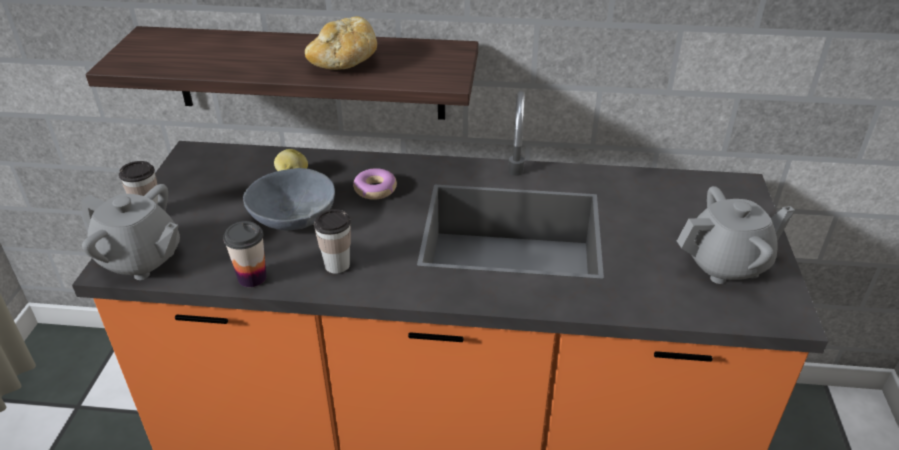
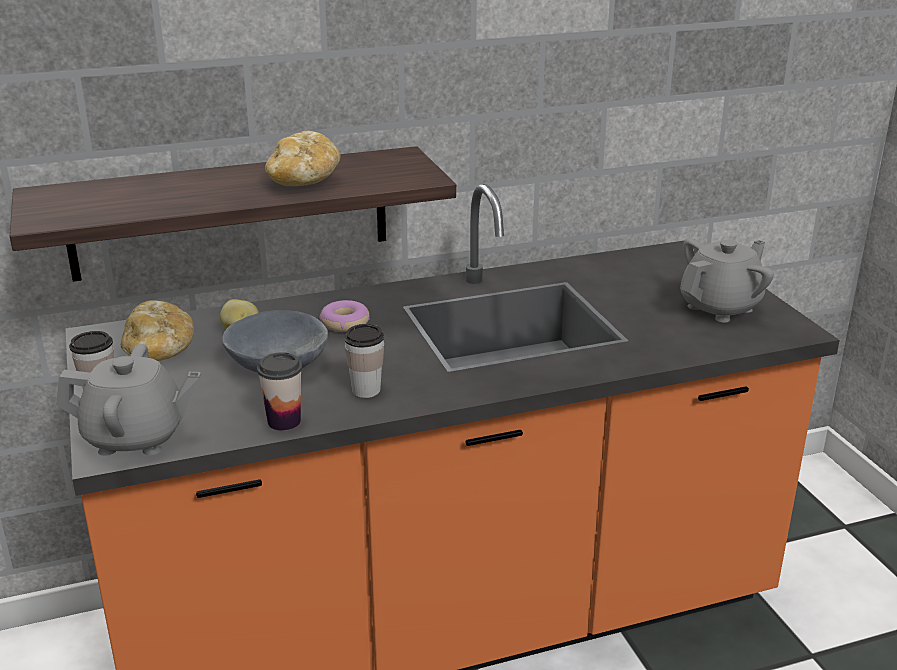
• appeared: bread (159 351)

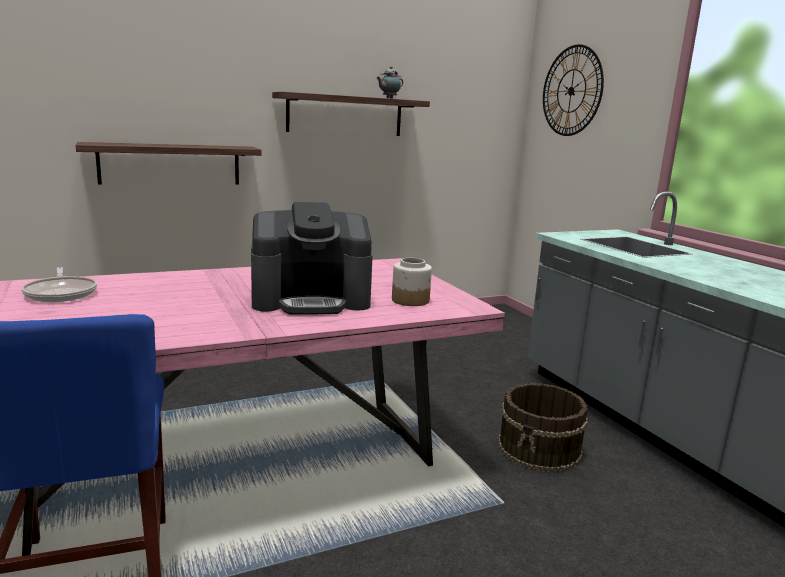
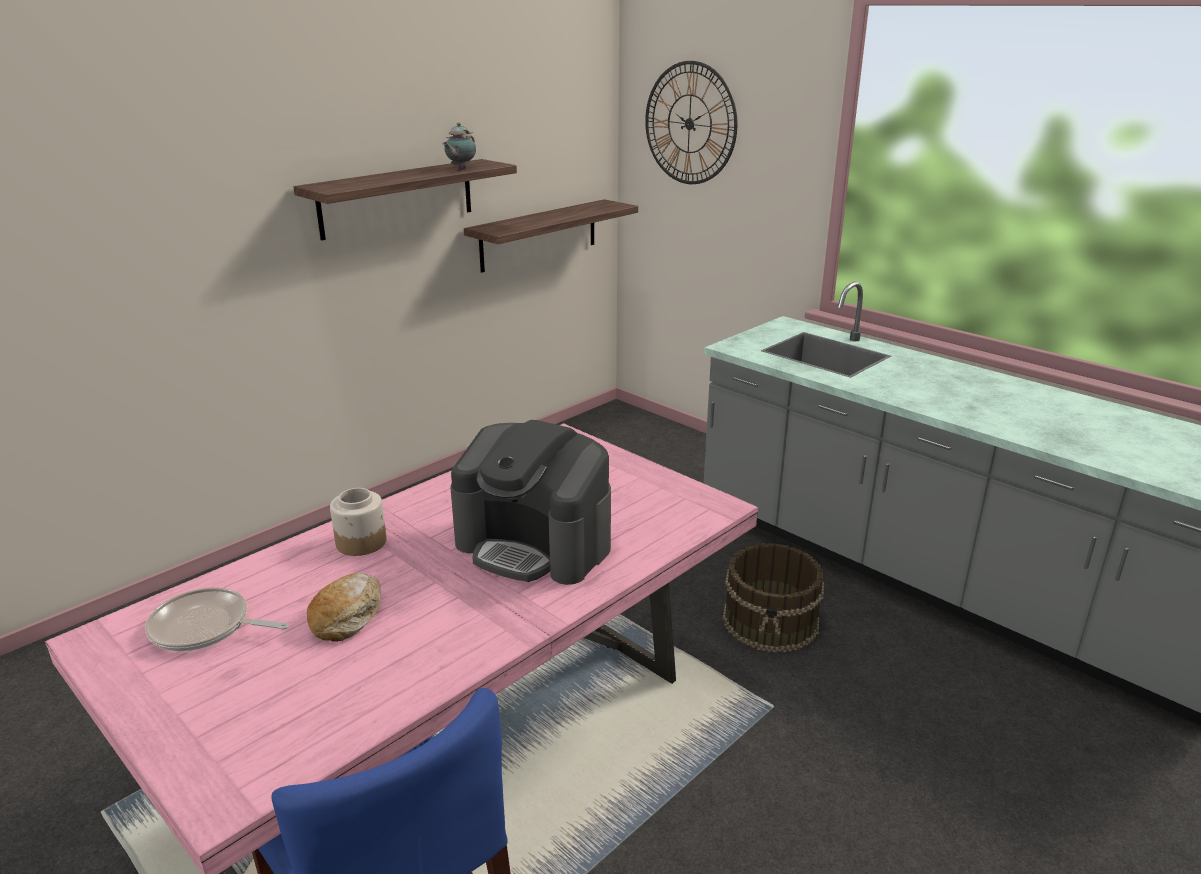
• relocated: shelf (170 164) to (539 235)
• spun: coffee machine (311 299) = (535 545) 60 degrees clockwise
• relocated: jar (411 300) to (362 542)
• spun: frying pan (61 293) = (205 628) 150 degrees clockwise
• appeared: bread (347 616)

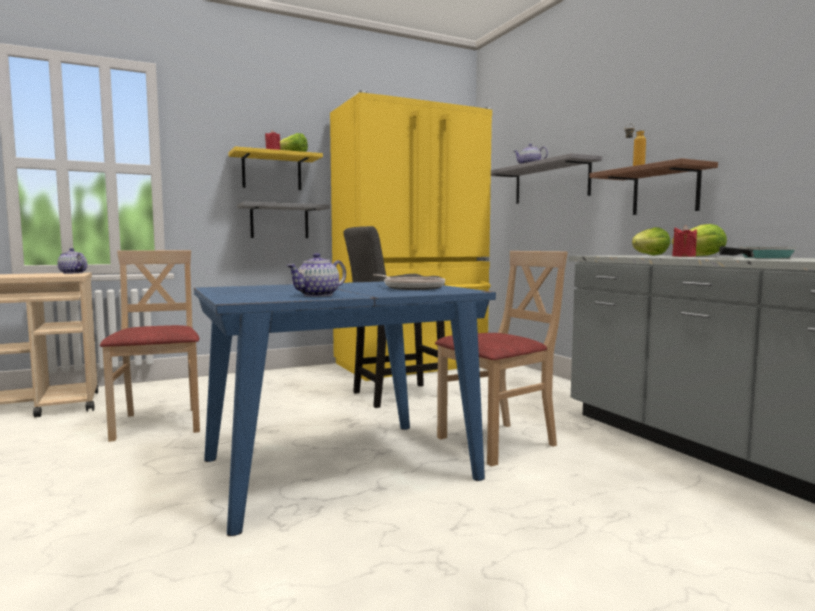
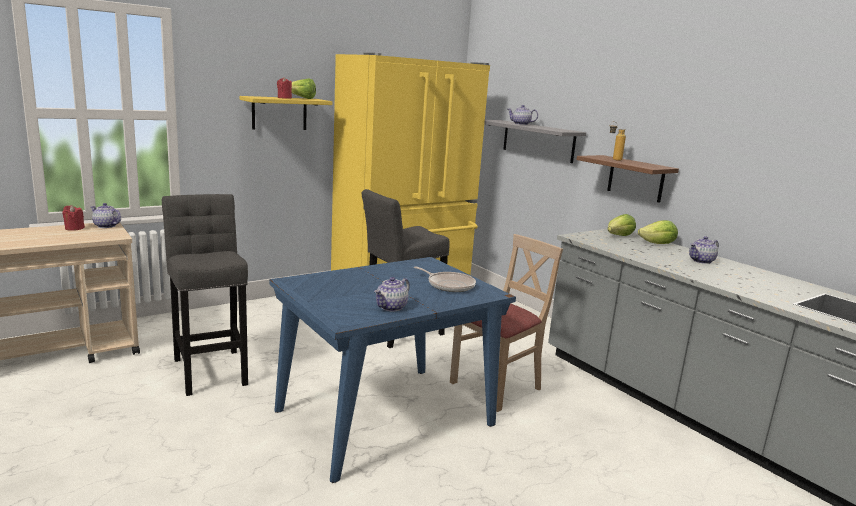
• missing: grey shelf (279 221)
• relocated: red candle (683 256) to (74 228)
• exchanged: frying pan (763 257) to teapot (701 261)
• exchanged: beige chair (159 423) to grey stool (211 369)

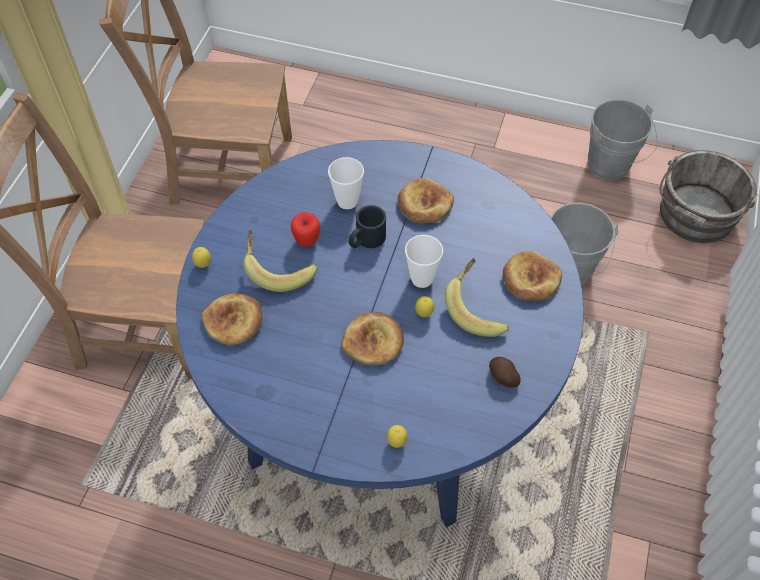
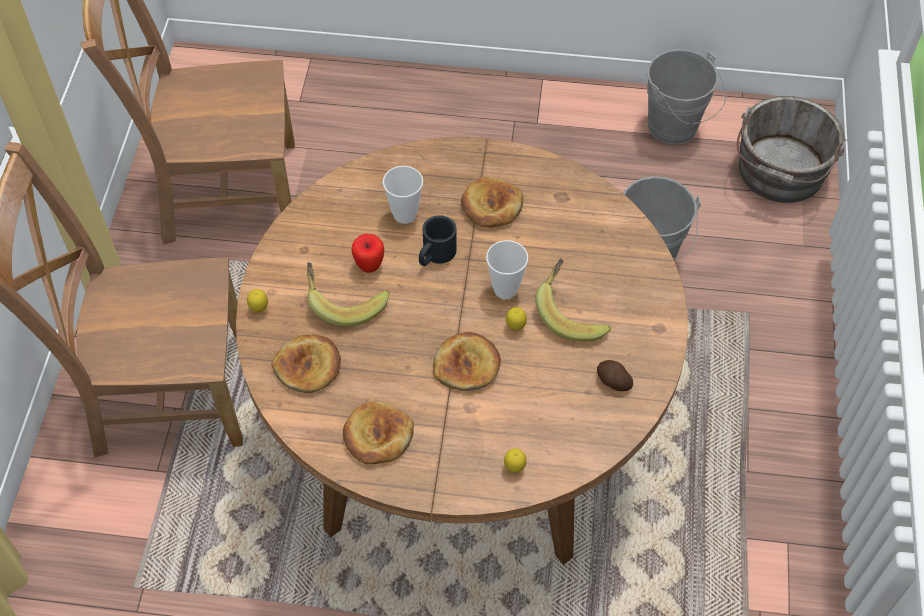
• colour: blue dining table (379 403) to brown dining table (461 440)
• relocated: bread (530 279) to (377 436)

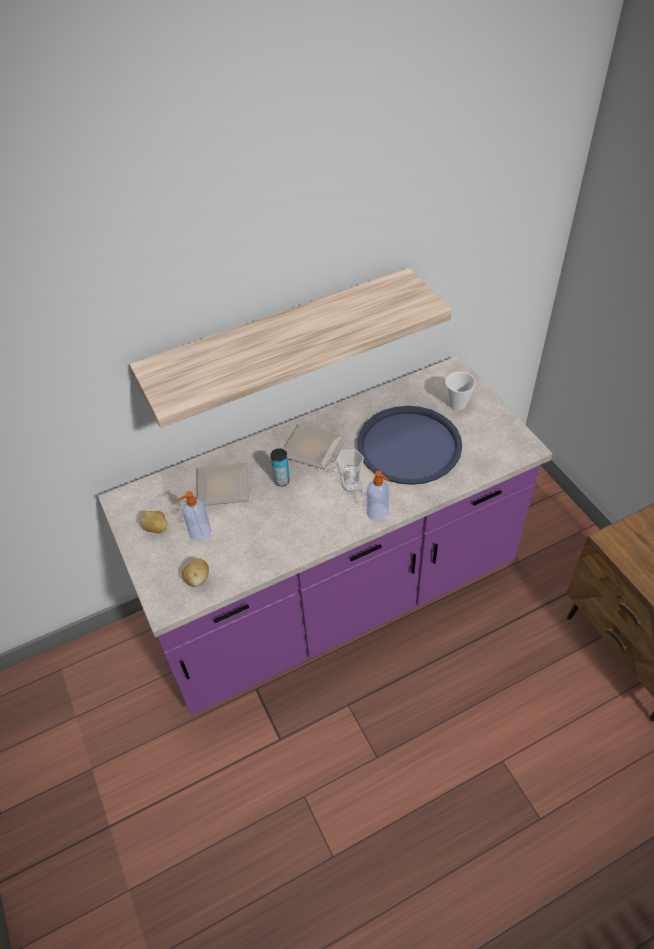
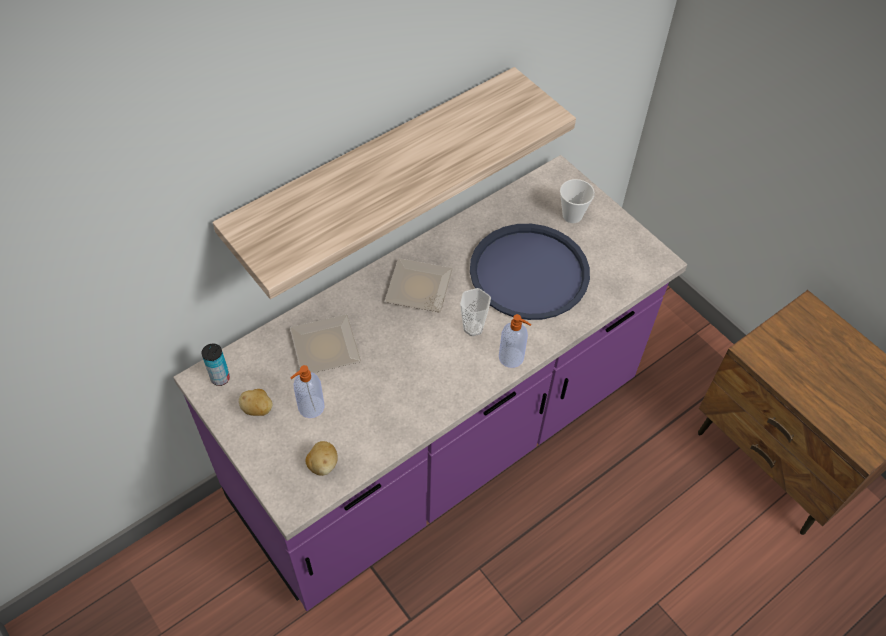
• relocated: can (282 481) to (220 378)

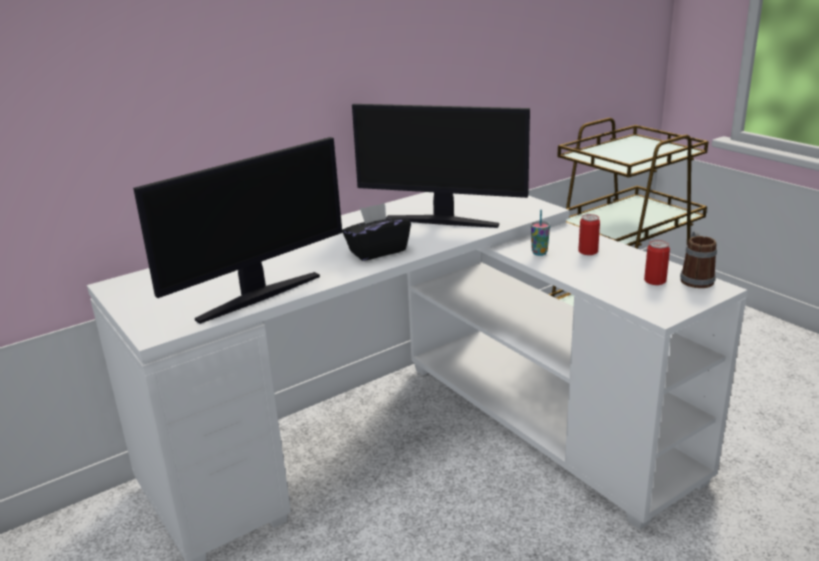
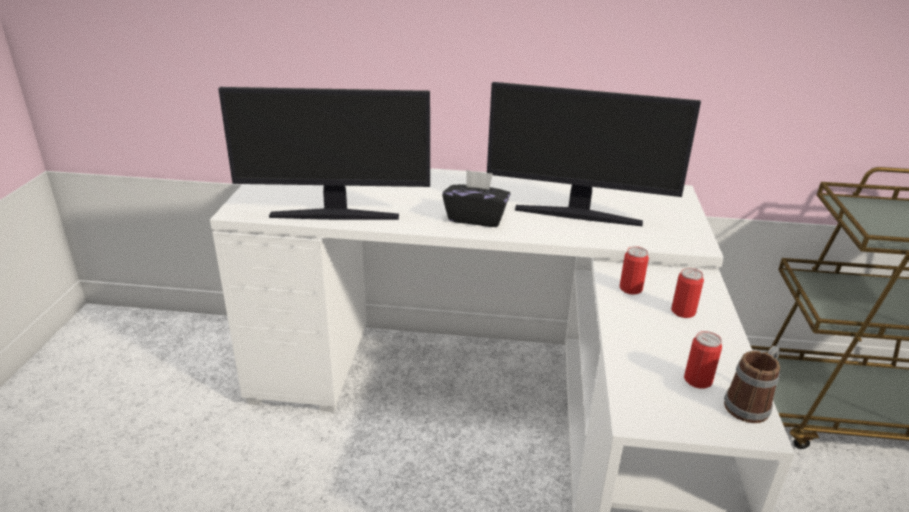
• spun: monitor (442 221) = (578 214) 45 degrees counterclockwise
• exchanged: cup (539 253) to can (630 288)

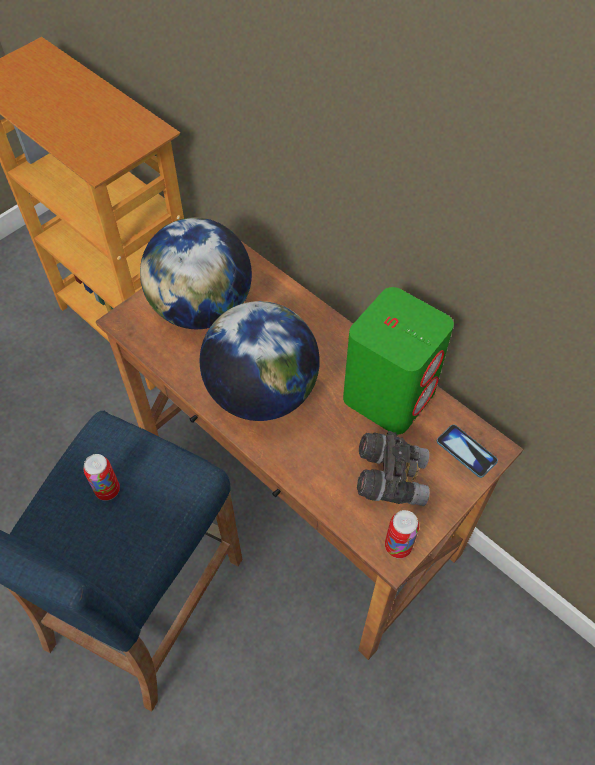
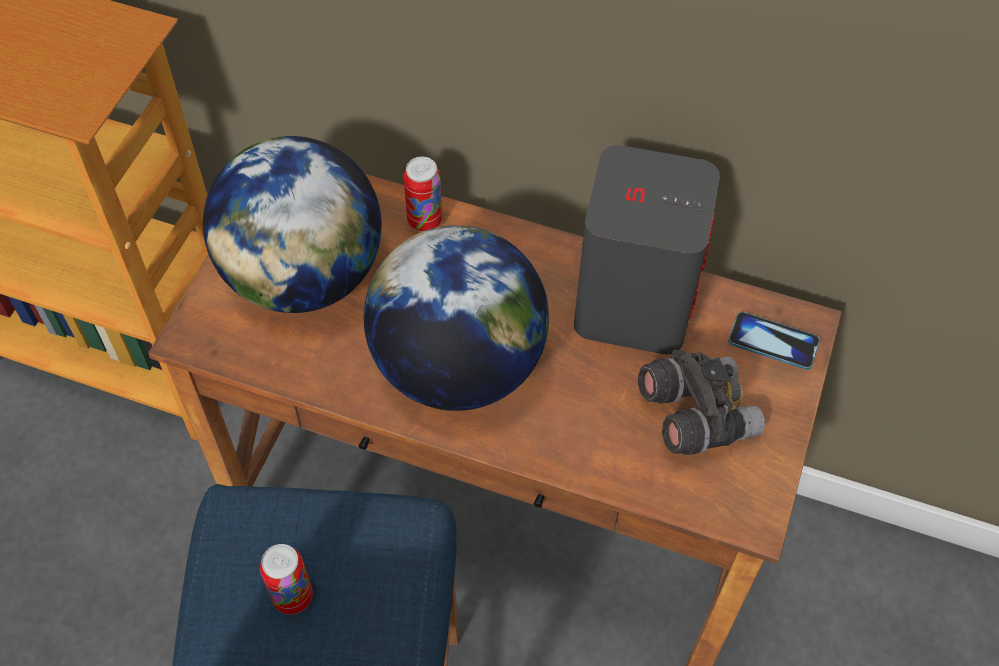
• colour: green speaker (389 394) to grey speaker (634 302)
• relocated: can (398 546) to (424 221)

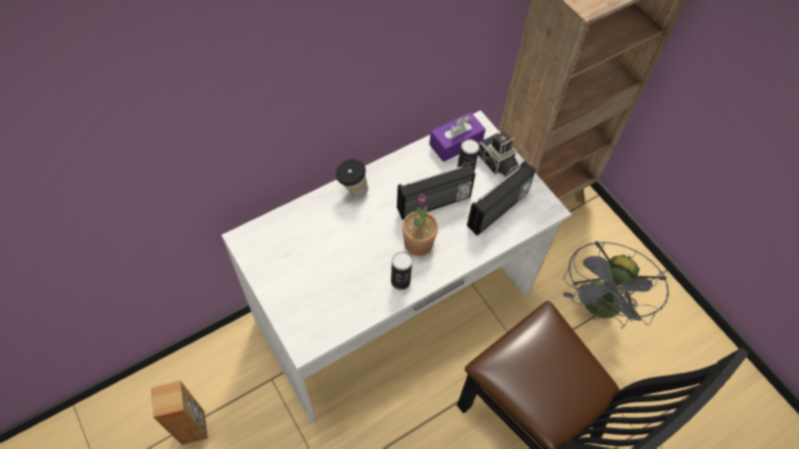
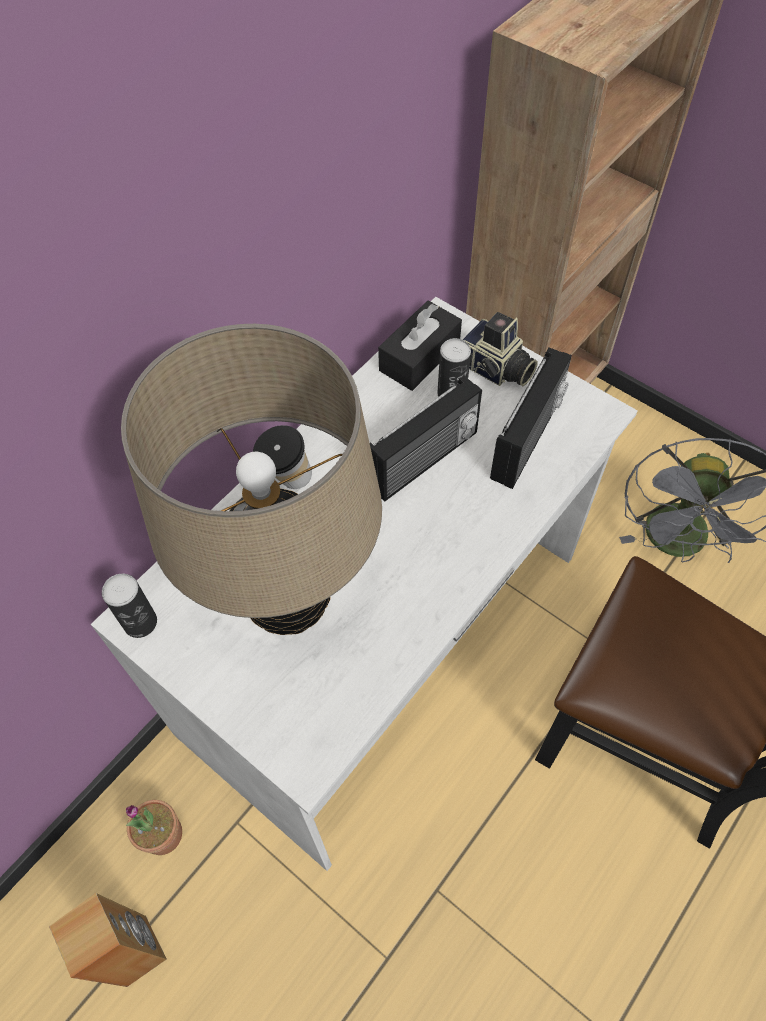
• colour: purple tissue box (456 143) to black tissue box (419 357)
• relocated: potted plant (418 243) to (163 834)
• relocated: can (400 281) to (140 622)
• appeared: beige table lamp (288 599)

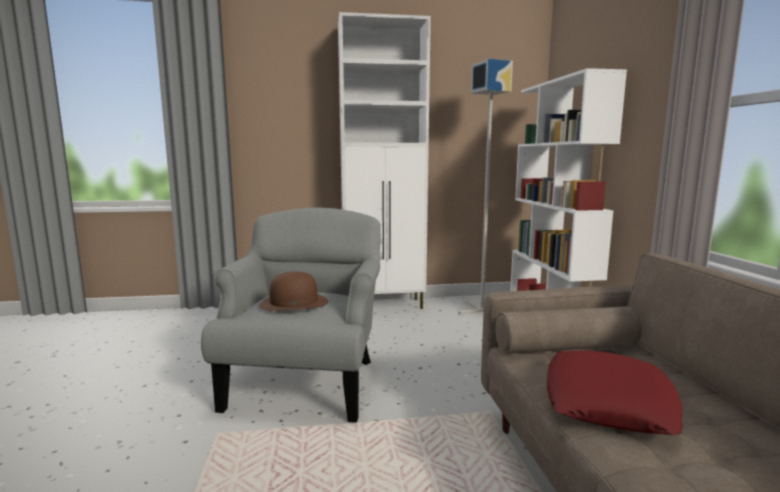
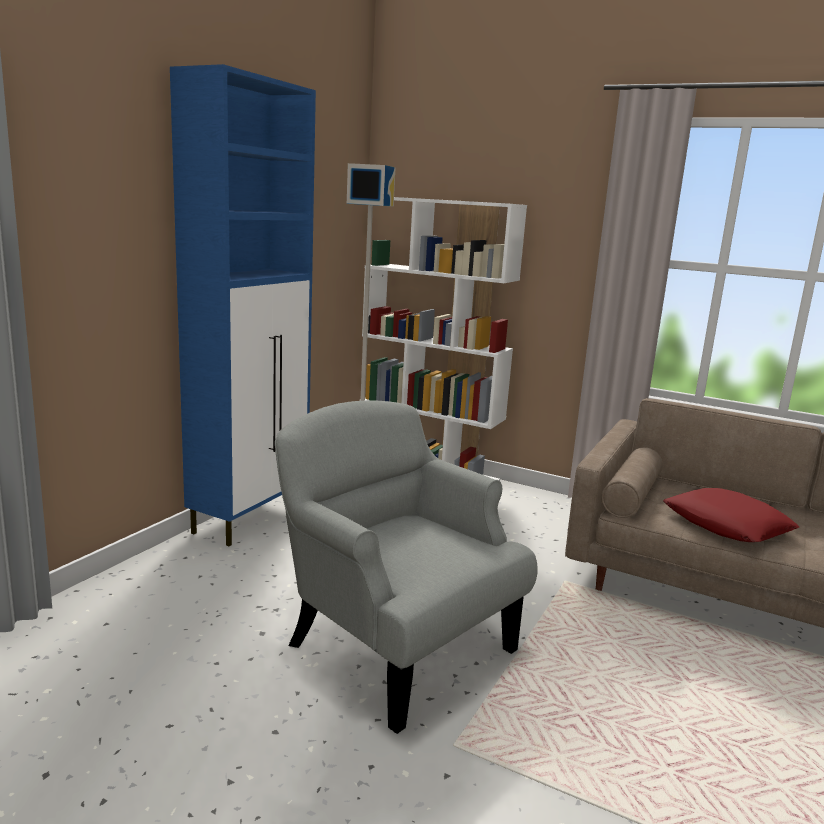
• colour: white cabinet (384 305) to blue cabinet (251 518)
• missing: brown hat (294 303)

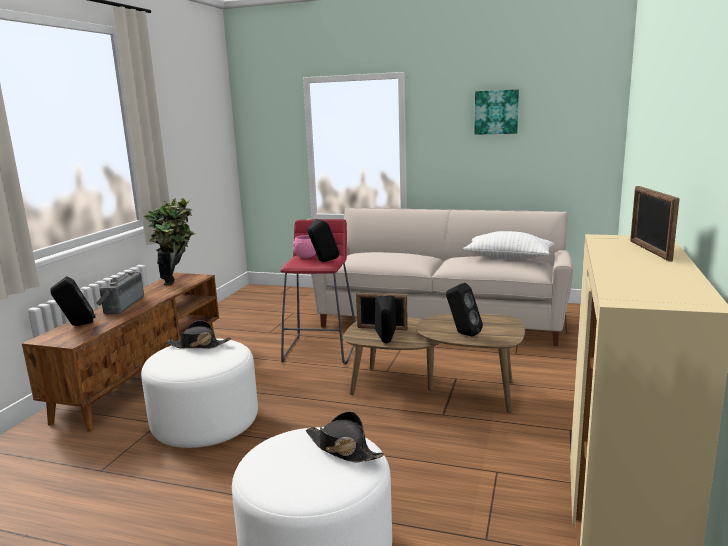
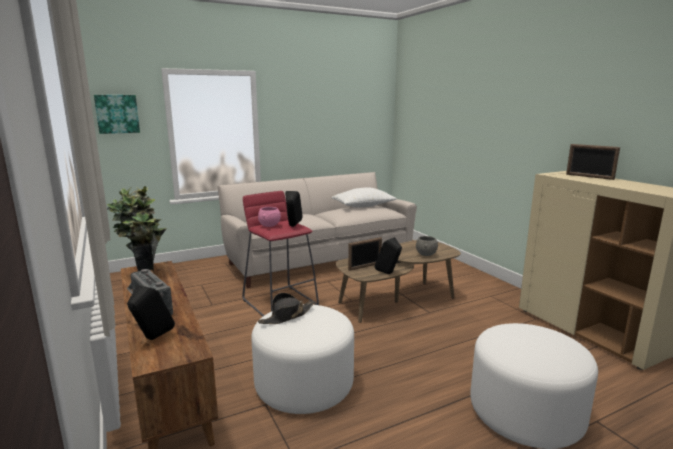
• relocated: picture (496 112) to (117 114)
• exchanged: black speaker (462 334) to grey bowl (425 255)
• missing: black hat (342 448)

